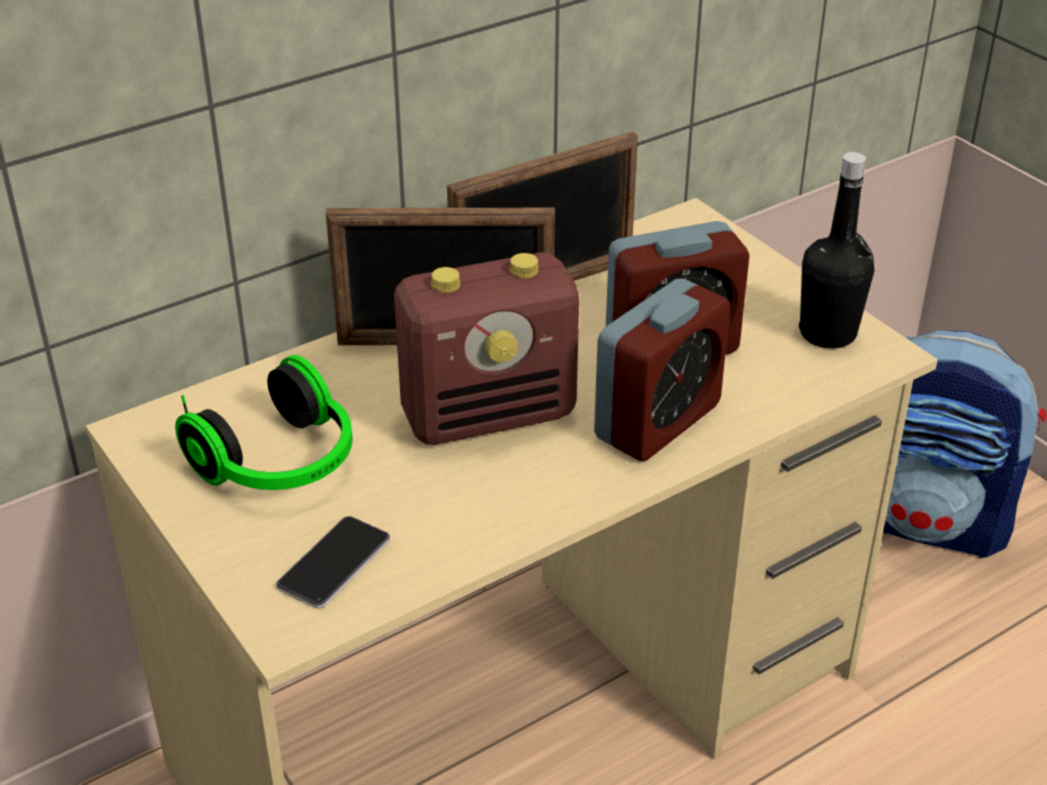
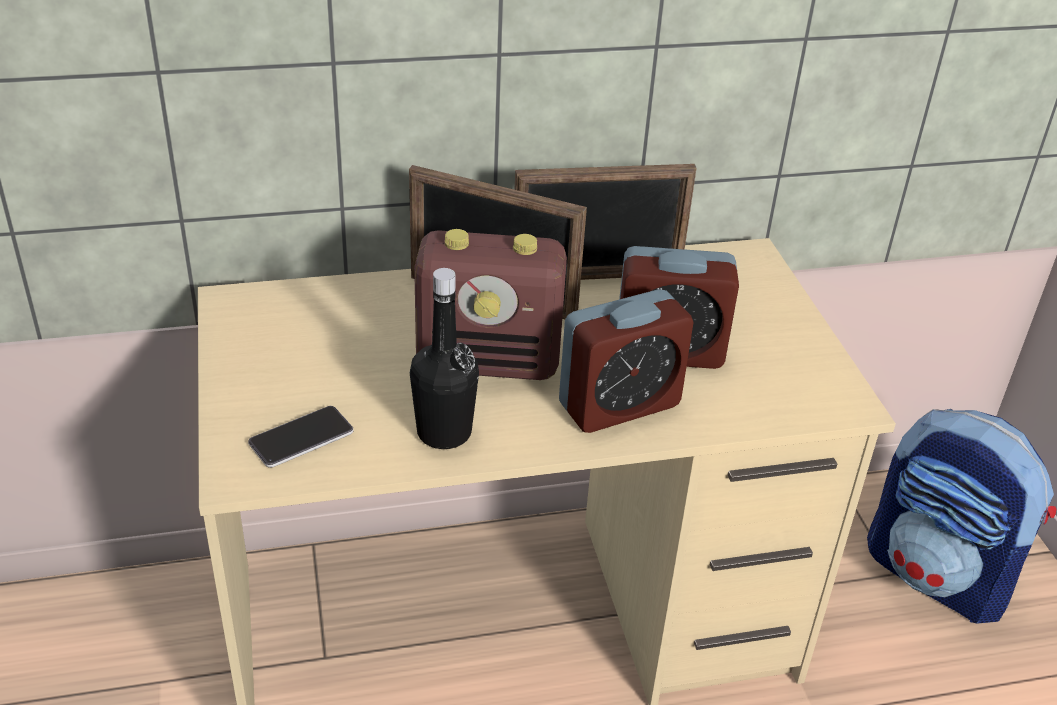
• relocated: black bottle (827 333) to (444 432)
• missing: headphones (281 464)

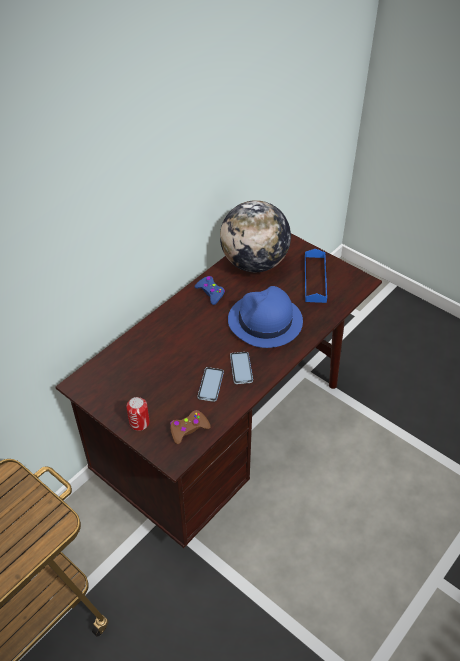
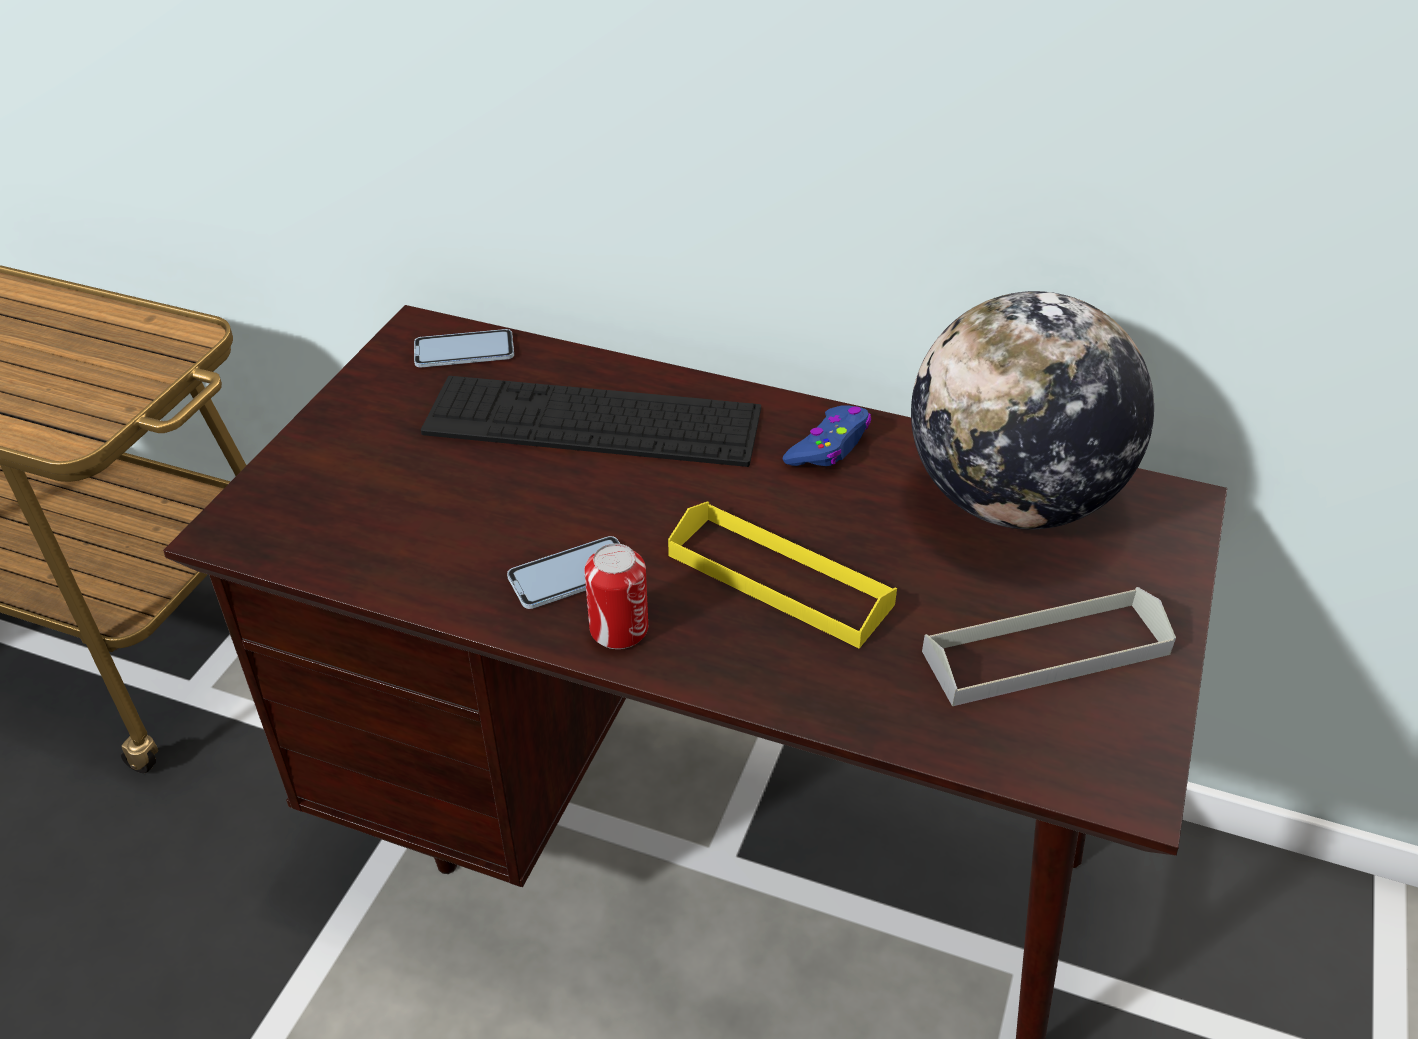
• colour: blue tray (315 279) to grey tray (1045 653)
• exchanged: blue hat (265 321) to yellow tray (779 580)
• relocated: phone (210 385) to (464 351)
• relocated: can (139 423) to (619 629)
• missing: brown game controller (188 429)
• appeared: keyboard (593 421)

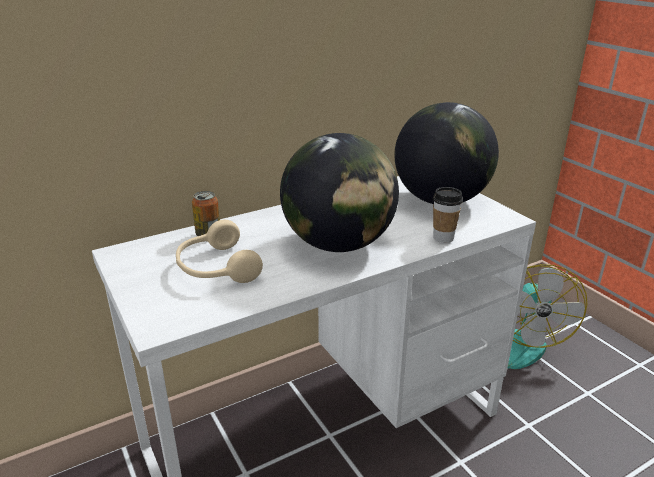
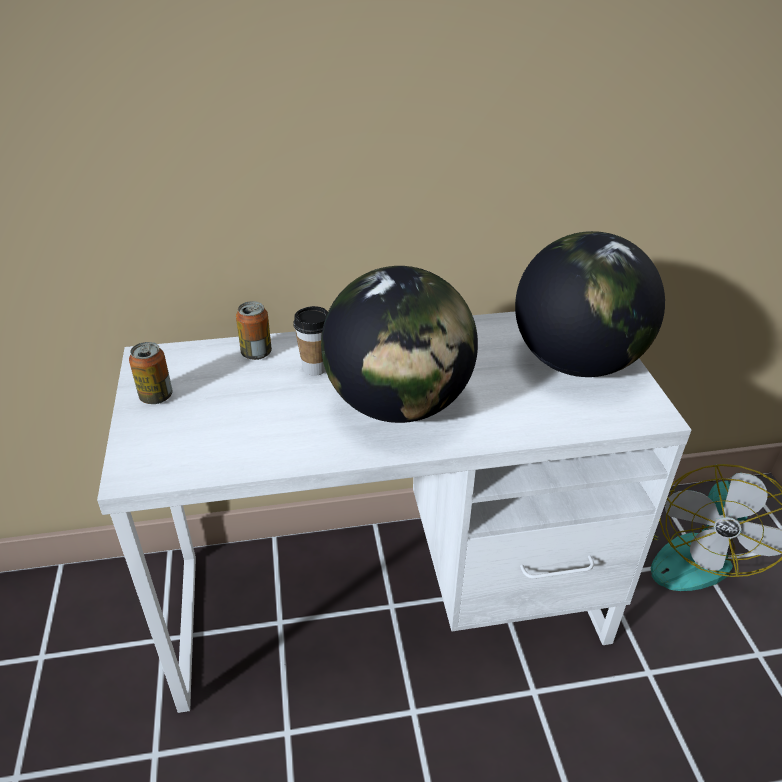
• relocated: cup (443 238) to (315 367)
• missing: beige headphones (215 268)
• appeared: can (156 396)

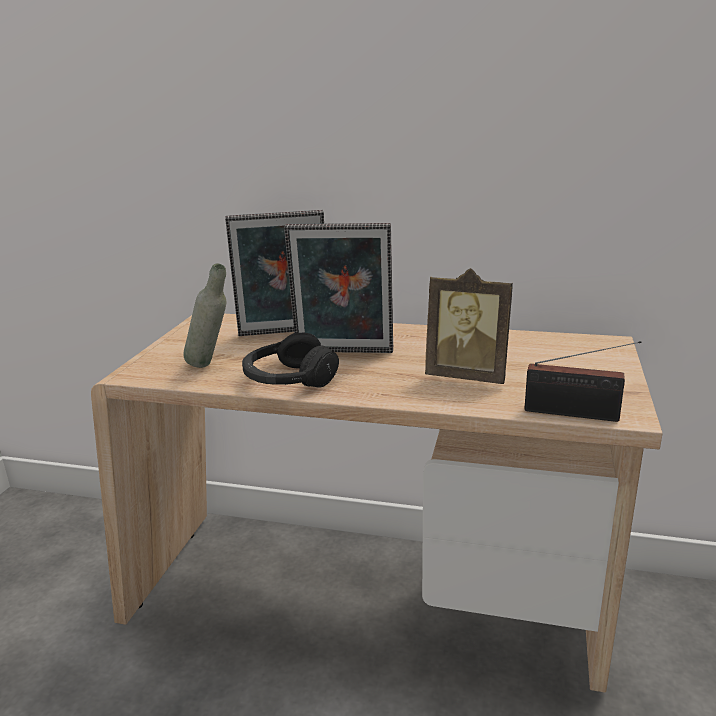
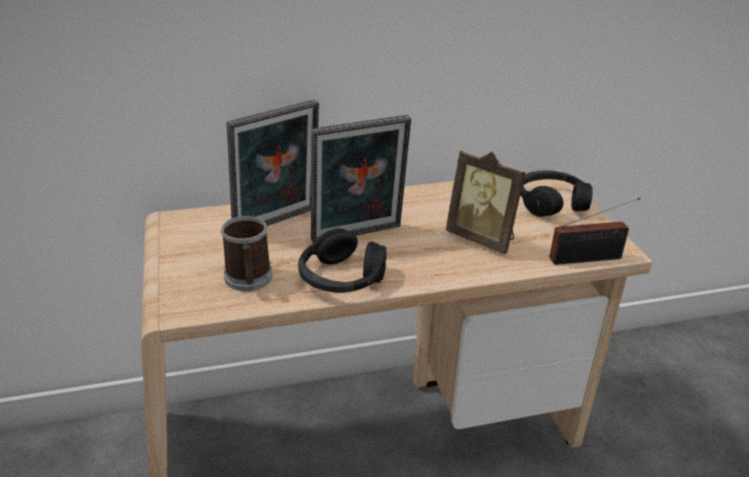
• exchanged: grey bottle (211 365) to mug (249 280)
• spun: picture frame (467 376) = (482 238) 45 degrees clockwise
• appeared: black headphones (550 203)

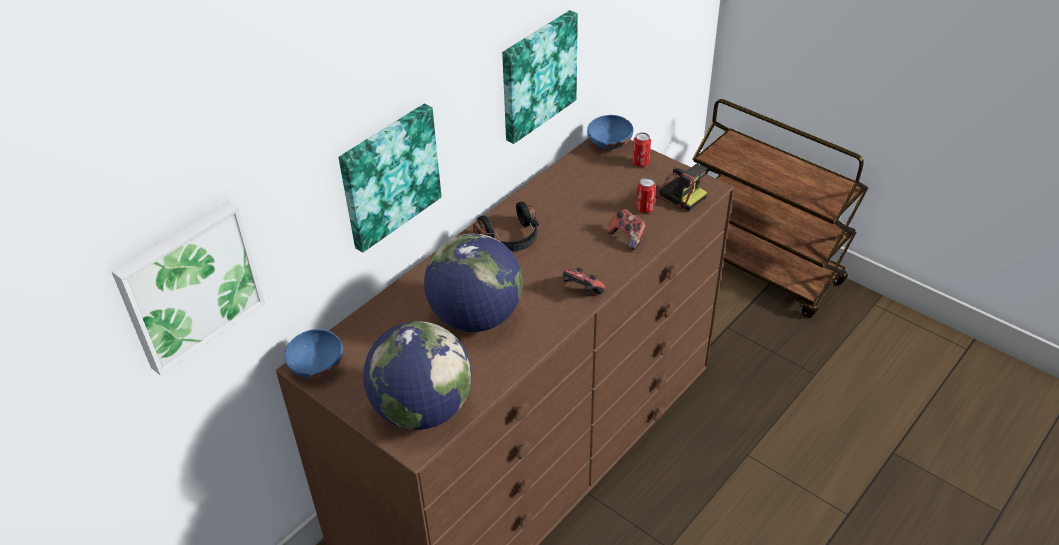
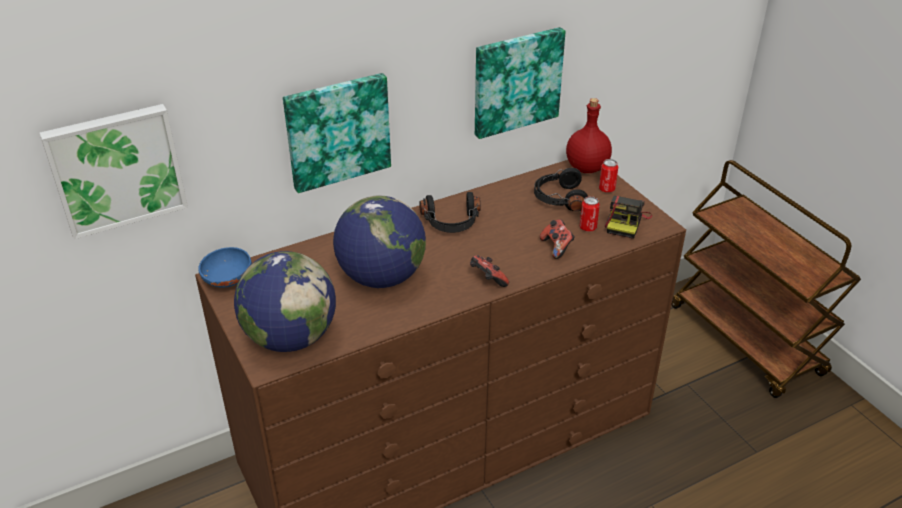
• exchanged: blue bowl (608 145) to red bottle (586 168)
• spun: photo camera (677 194) = (626 222) 45 degrees clockwise
• appeared: black headphones (559 198)

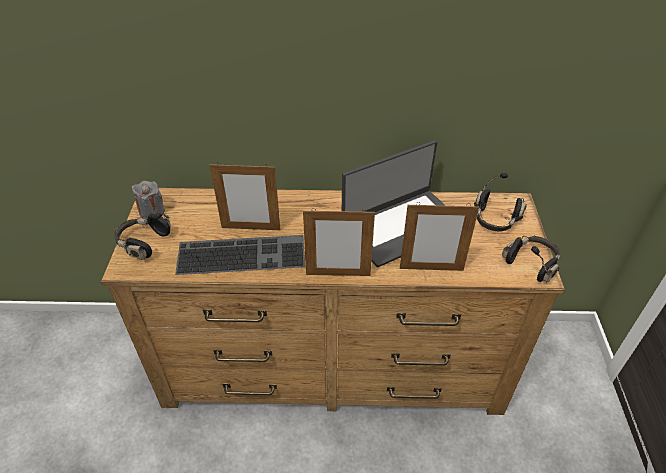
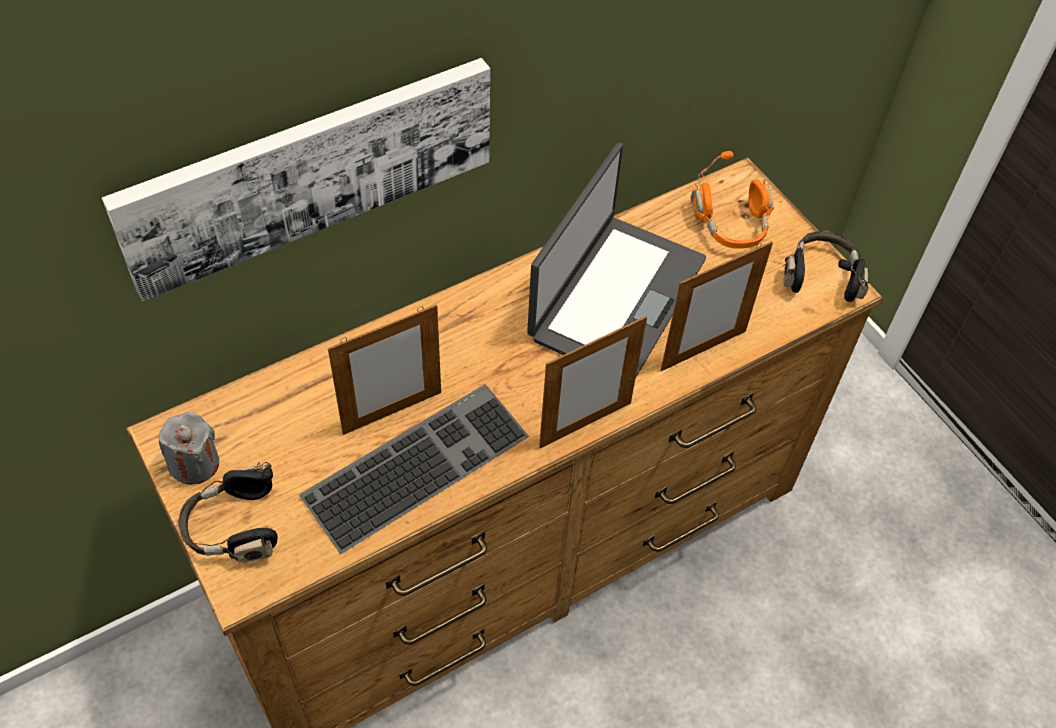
• colour: black headphones (495 219) to orange headphones (732 225)
• appeared: picture (309 172)

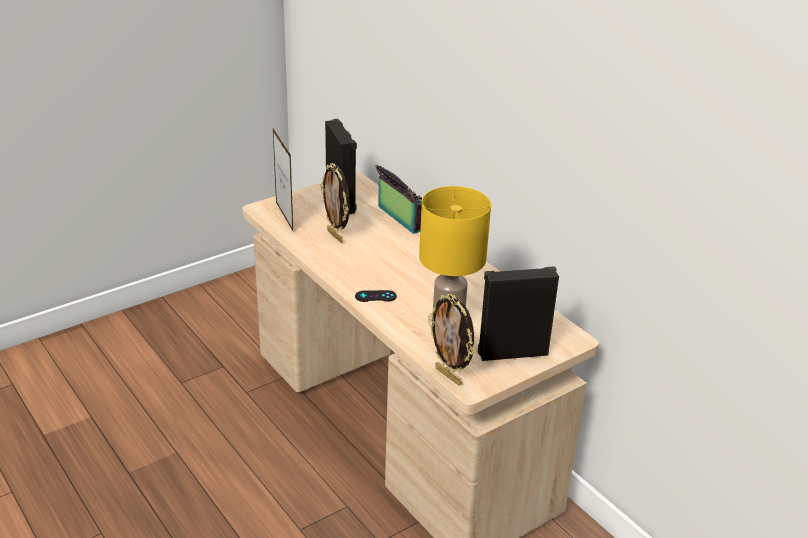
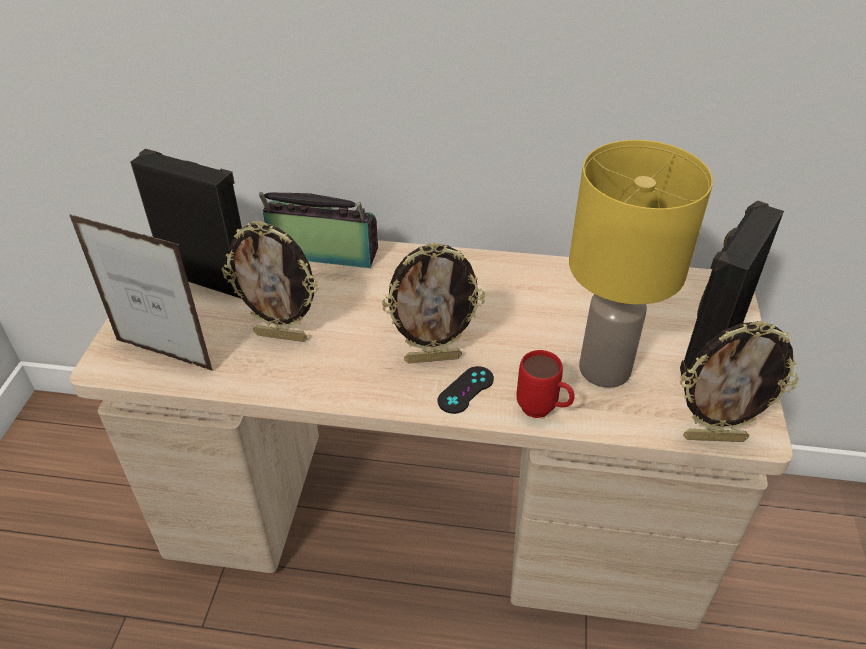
• appeared: picture frame (433 358)
• appeared: red mug (543 411)

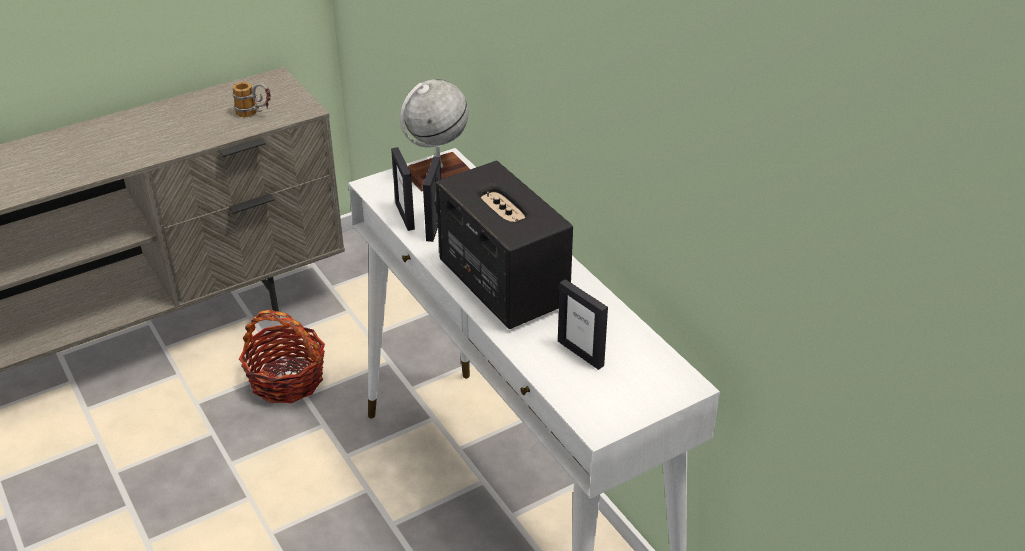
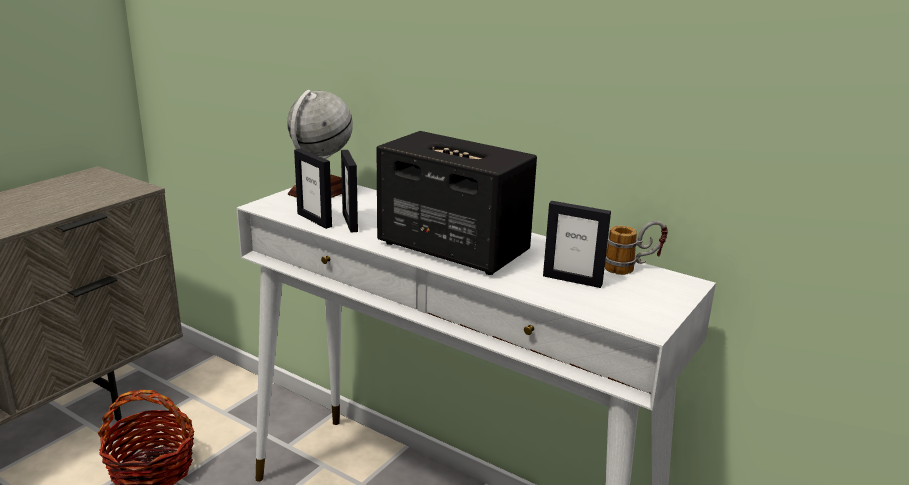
• relocated: mug (255 114) to (632 268)

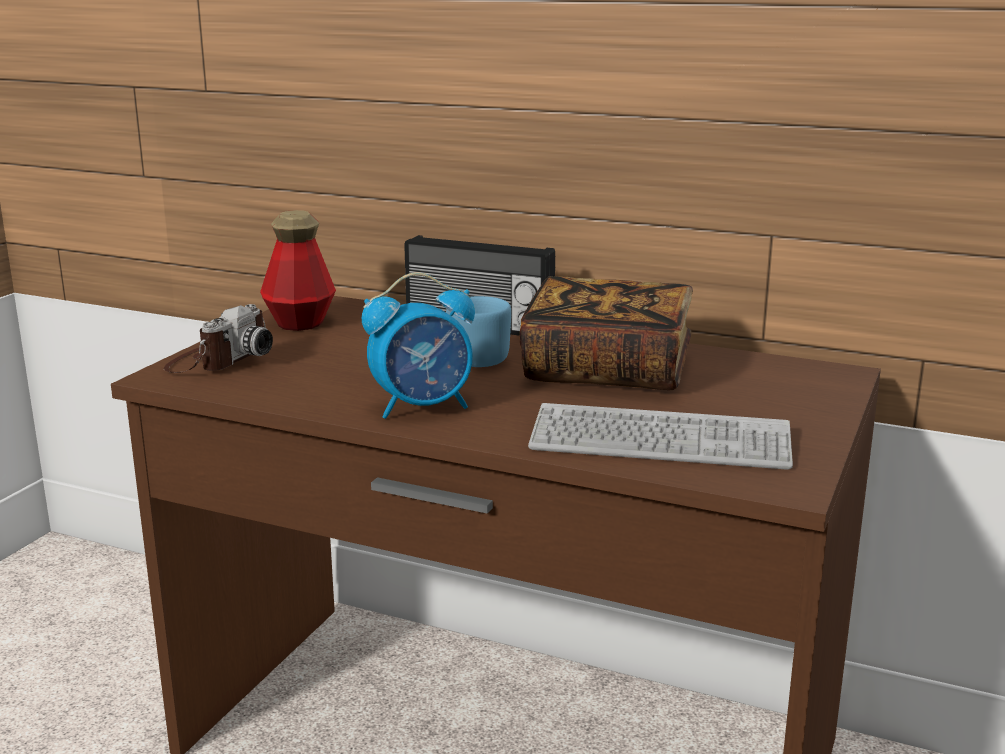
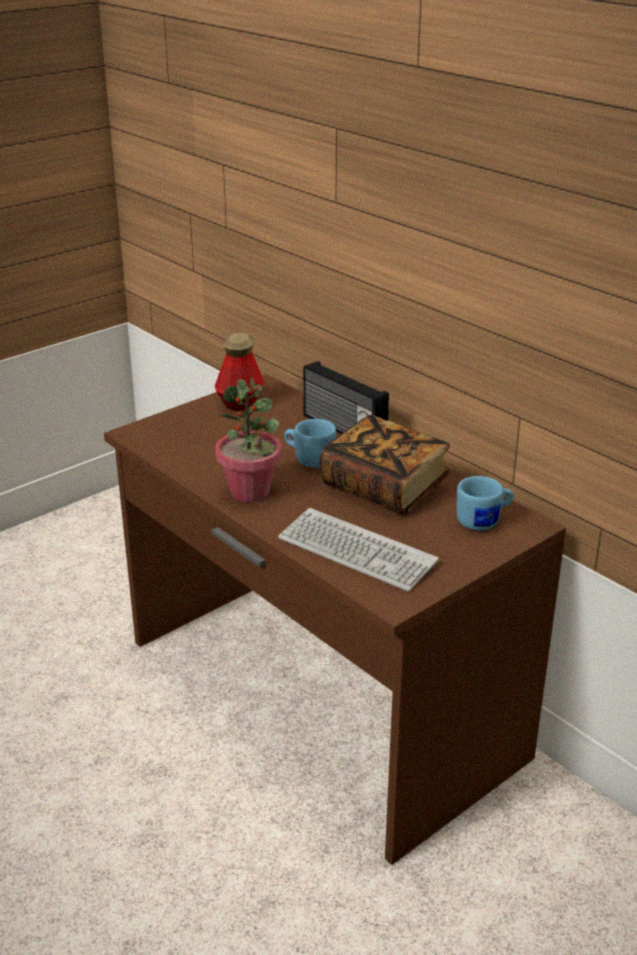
• exchanged: alarm clock (423 407) to potted plant (250 491)
• missing: photo camera (219 360)
• appeared: blue mug (484 521)

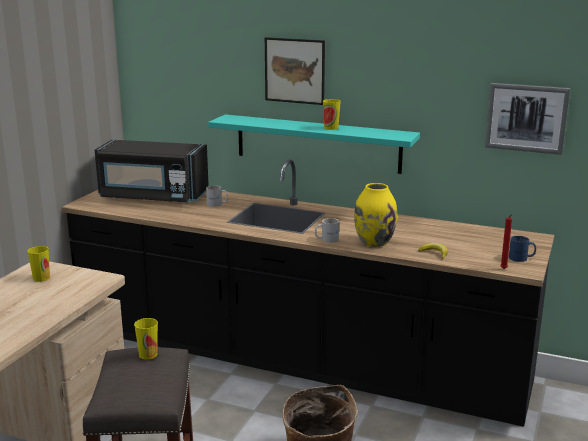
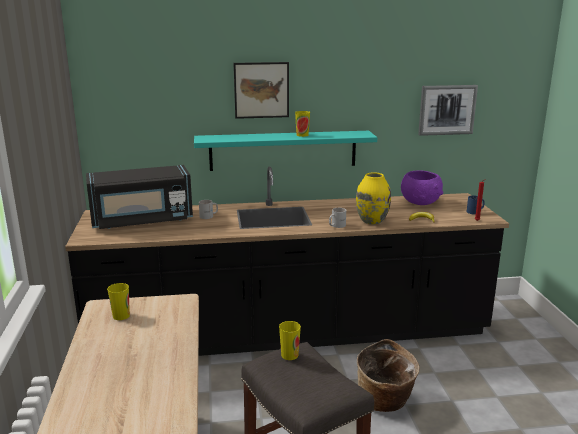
• appeared: purple bowl (421 202)

